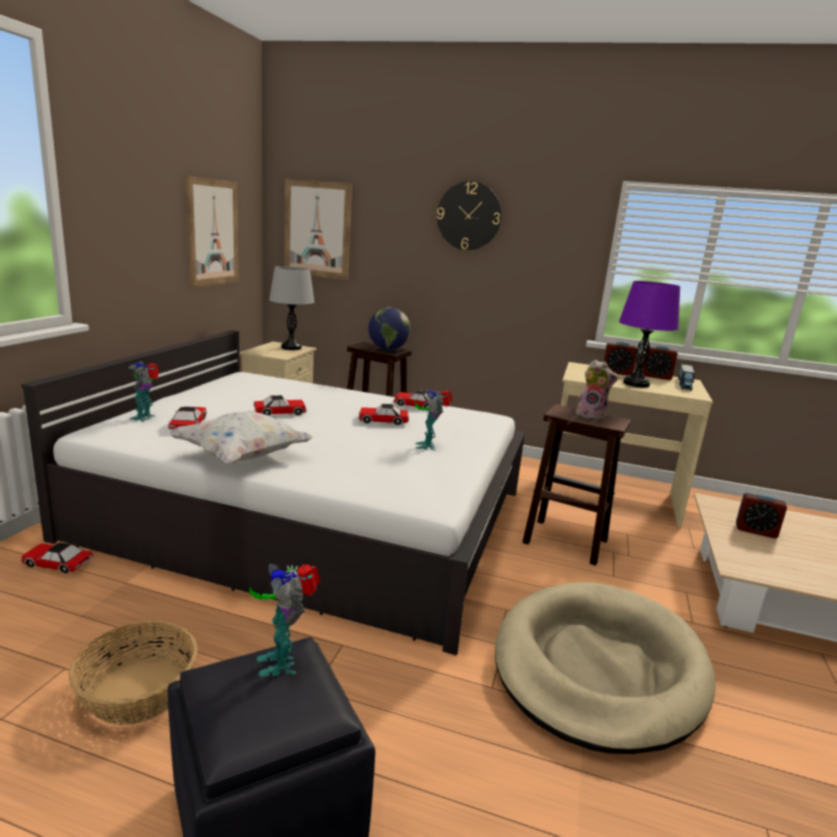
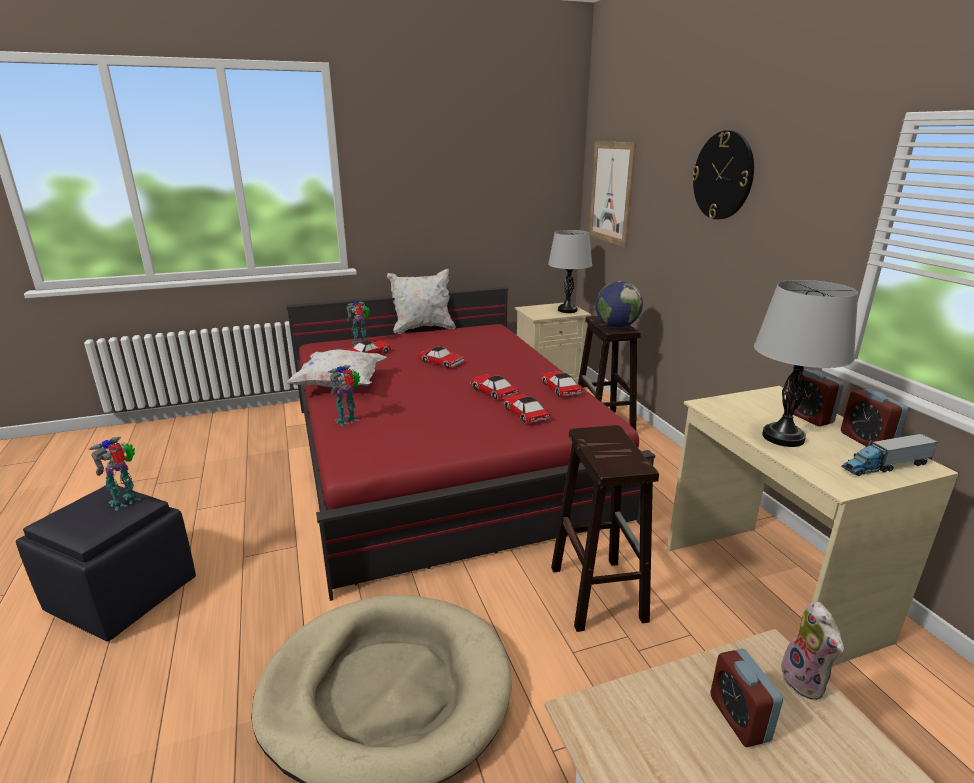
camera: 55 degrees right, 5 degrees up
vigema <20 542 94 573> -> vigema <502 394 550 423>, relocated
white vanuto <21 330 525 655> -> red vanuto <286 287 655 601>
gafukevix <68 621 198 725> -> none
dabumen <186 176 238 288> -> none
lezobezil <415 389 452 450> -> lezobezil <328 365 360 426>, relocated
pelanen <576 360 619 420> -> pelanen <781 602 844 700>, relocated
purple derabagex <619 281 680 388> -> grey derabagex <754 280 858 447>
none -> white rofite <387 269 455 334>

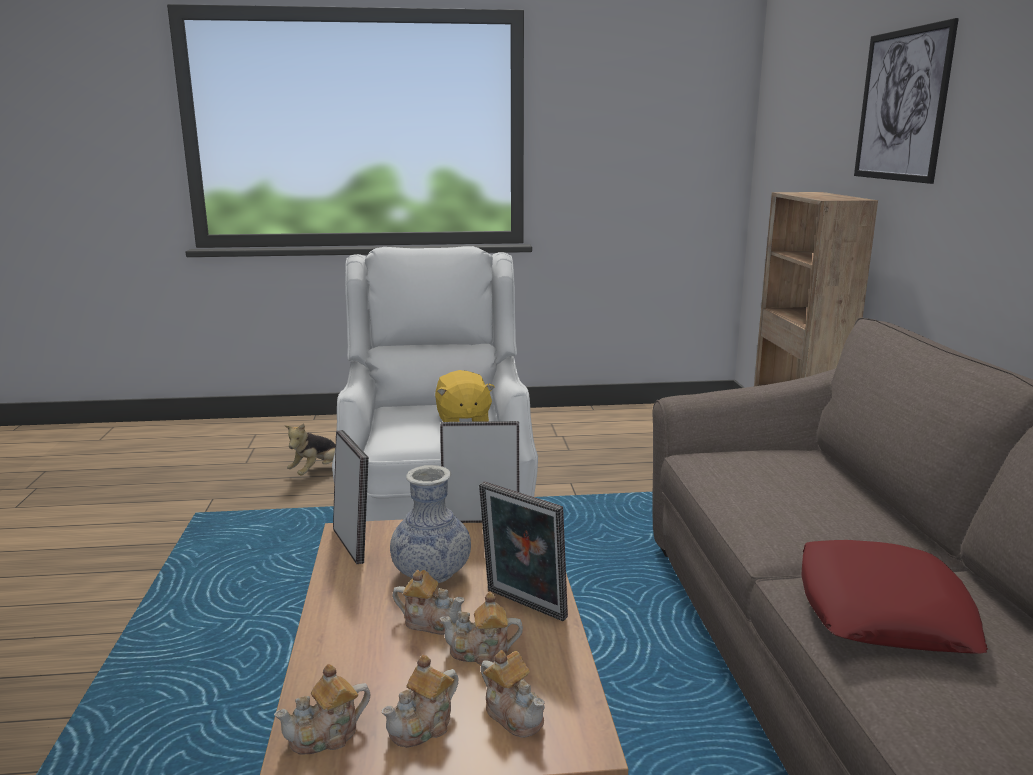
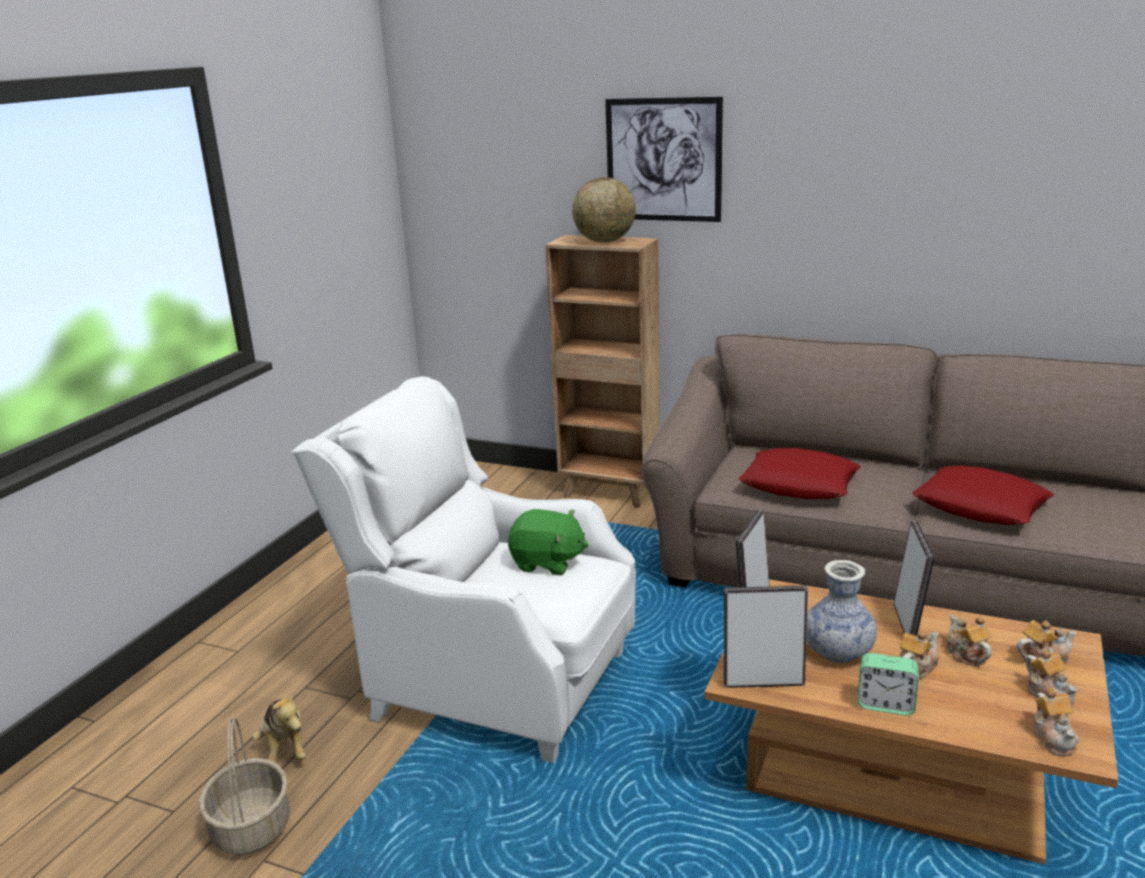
camera: 60 degrees left, 5 degrees up
yellow pelanen <435 370 495 422> -> green pelanen <508 509 588 575>
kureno <440 592 523 665> -> kureno <946 615 992 666>, 135 degrees clockwise
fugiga <479 481 568 621> -> fugiga <893 520 935 636>, 60 degrees counterclockwise
none -> gafukevix <199 718 290 855>
none -> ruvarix <572 177 636 242>
none -> red rofite <739 448 861 499>
none -> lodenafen <858 653 919 716>

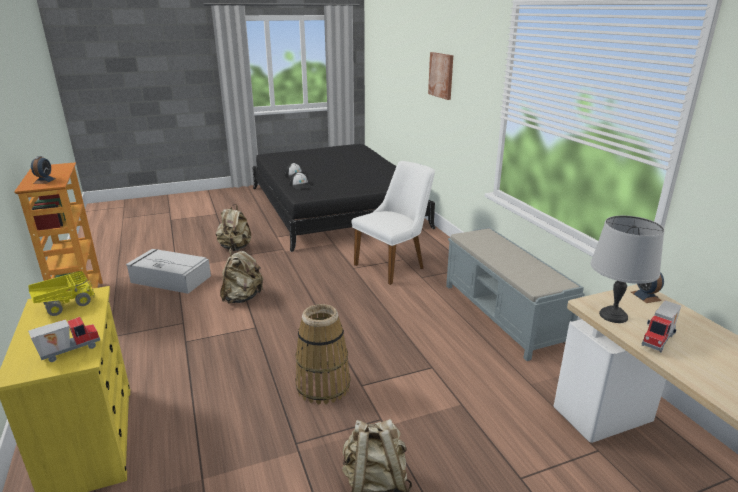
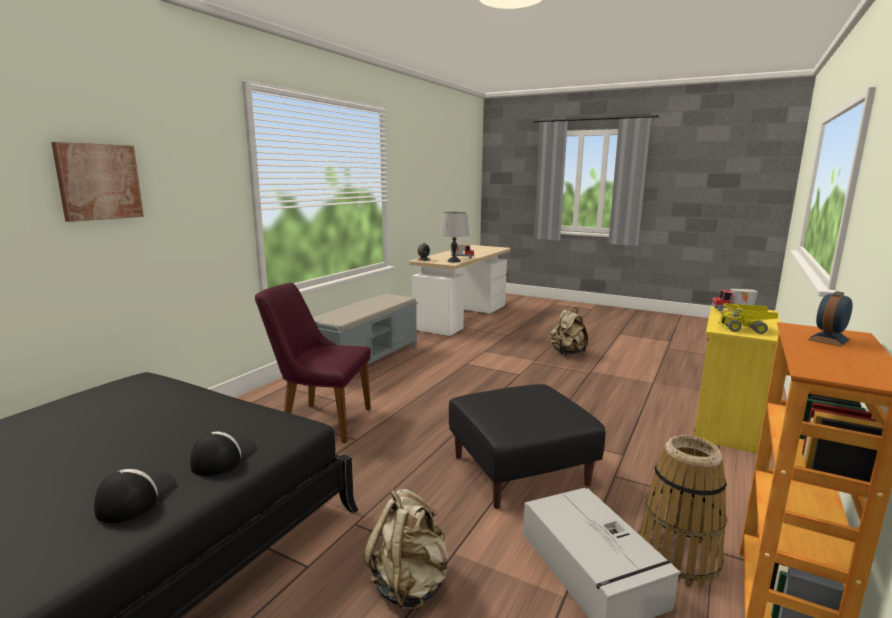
camera: 130 degrees left, 10 degrees down
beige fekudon <220 248 264 304> -> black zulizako <449 384 606 509>
gafukevix <295 304 350 405> -> gafukevix <638 435 727 587>, relocated
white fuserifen <351 161 435 285> -> purple fuserifen <255 283 371 443>

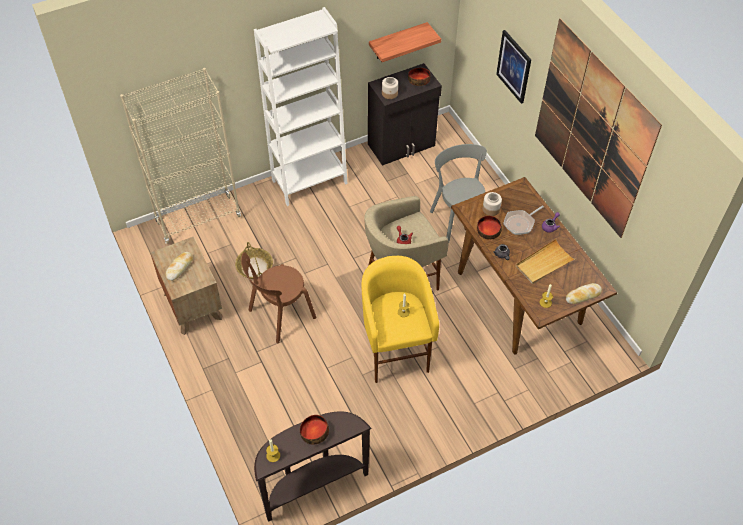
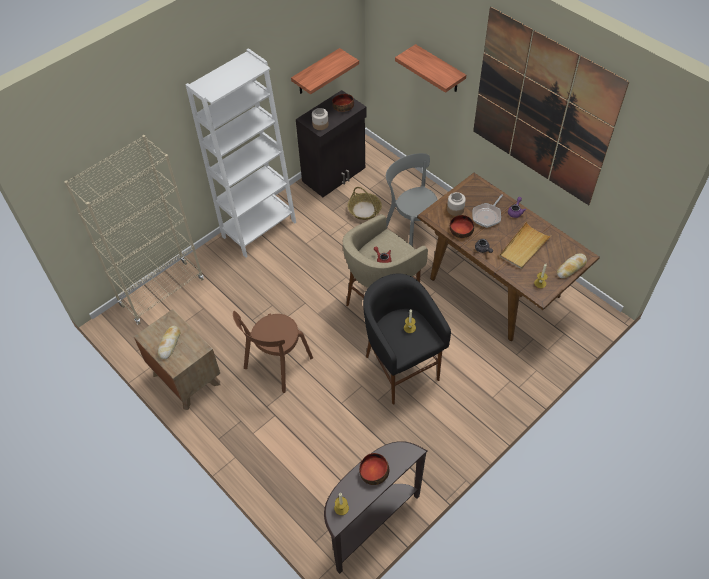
camera: 15 degrees left, 0 degrees up
gafukevix <235 242 273 279> -> gafukevix <347 187 382 220>, relocated
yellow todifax <361 256 439 383> -> black todifax <363 274 451 404>
dabumen <496 30 531 104> -> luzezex <395 44 466 93>

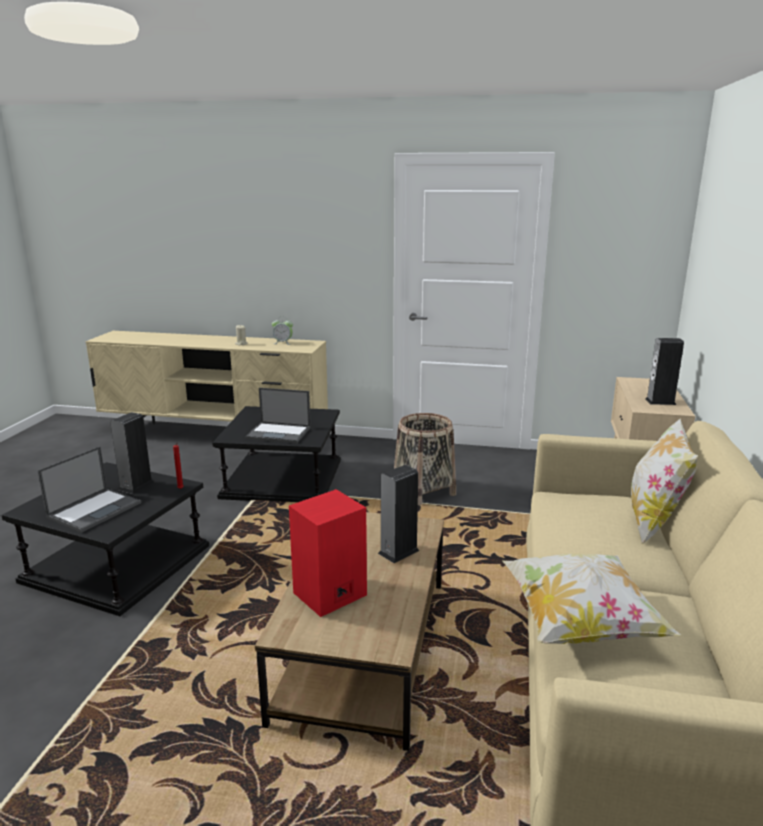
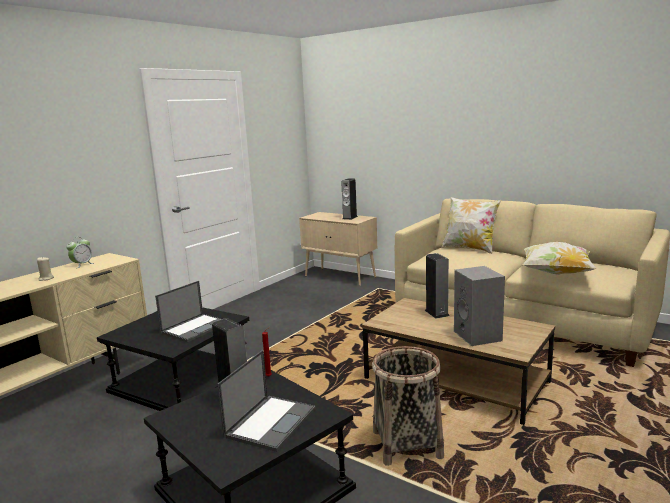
camera: 65 degrees left, 5 degrees down
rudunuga <37 446 141 533> -> rudunuga <217 350 316 452>, 60 degrees clockwise
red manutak <289 489 367 617> -> grey manutak <454 266 505 346>
gafukevix <394 413 456 505> -> gafukevix <372 346 444 466>, relocated

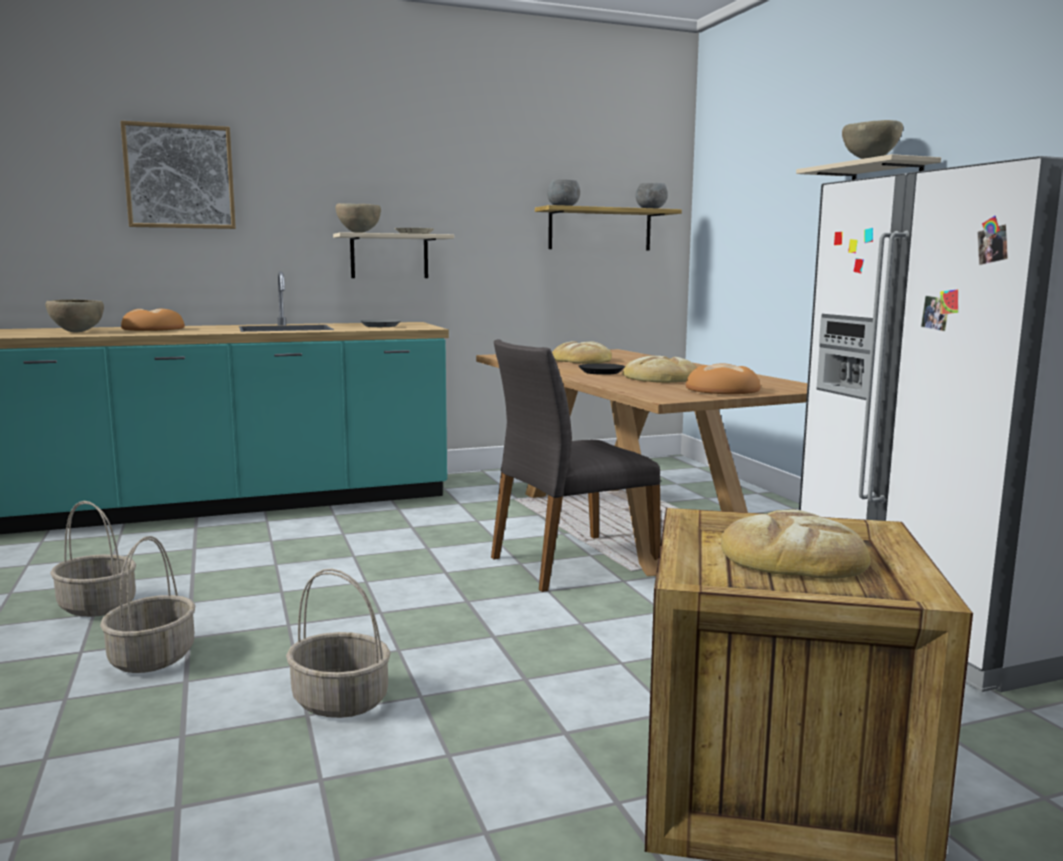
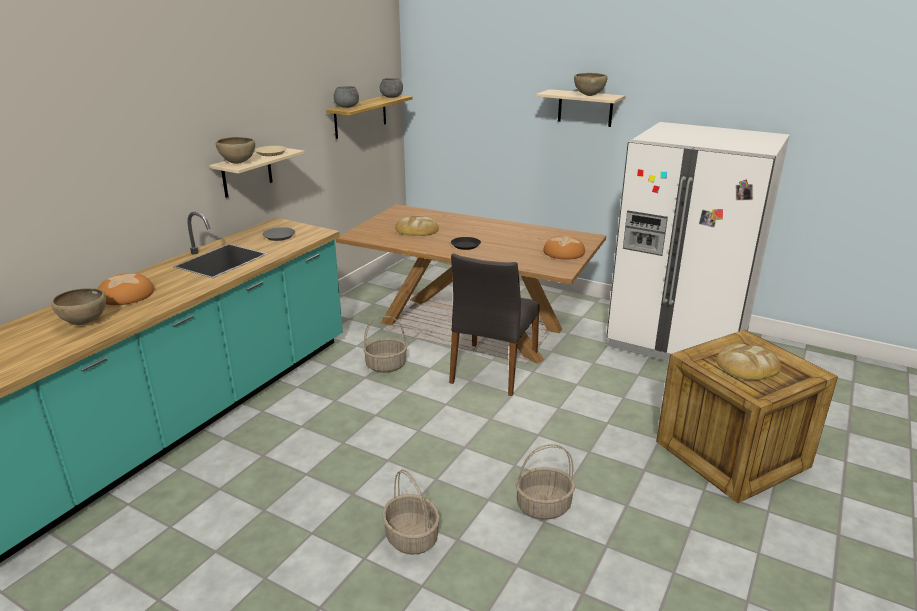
camera: 40 degrees left, 15 degrees up
gafukevix <50 501 136 617> -> gafukevix <363 316 407 373>, relocated
dabumen <120 121 236 229> -> none
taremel <623 356 697 383> -> none

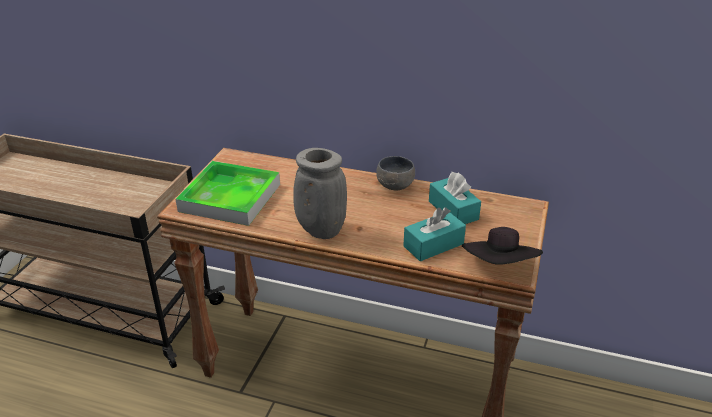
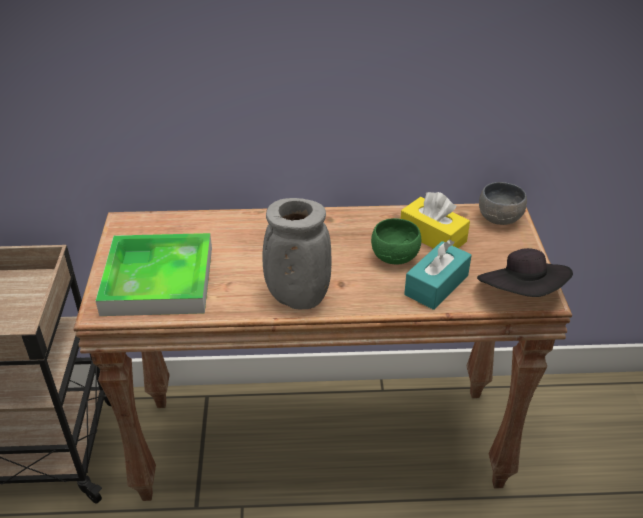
camera: 20 degrees left, 5 degrees up
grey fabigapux <376 156 415 190> -> grey fabigapux <479 182 527 225>, relocated
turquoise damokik <429 172 481 224> -> yellow damokik <401 192 470 249>
none -> green fabigapux <371 218 421 264>

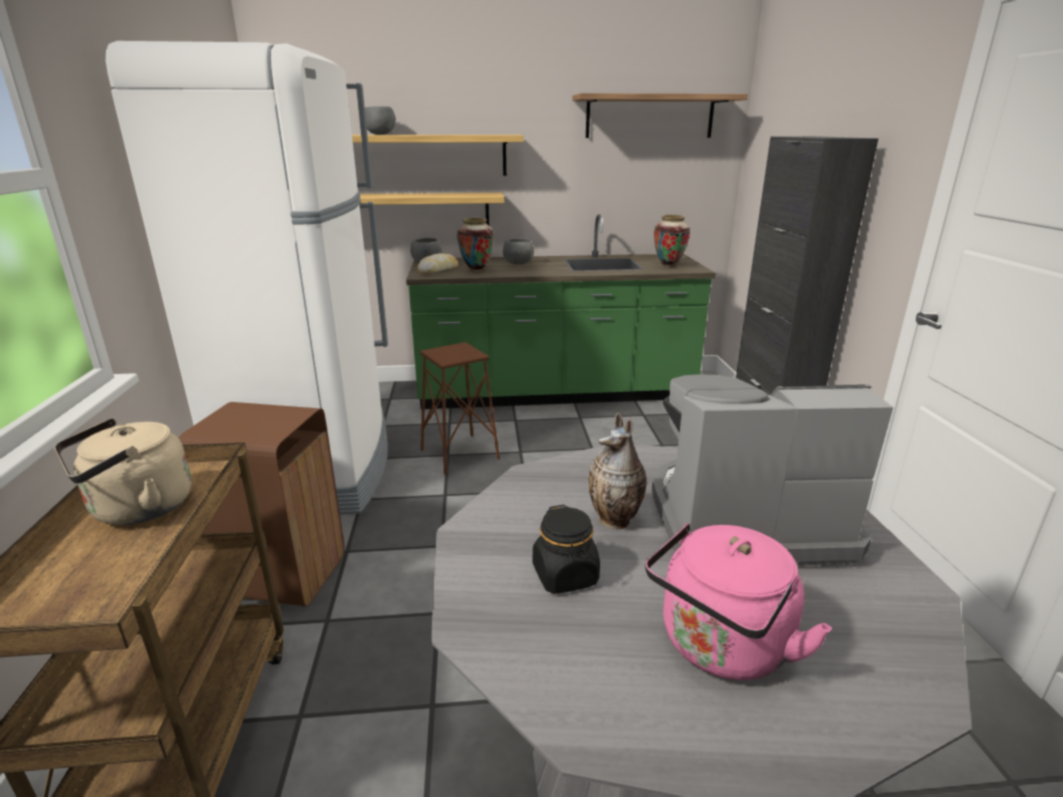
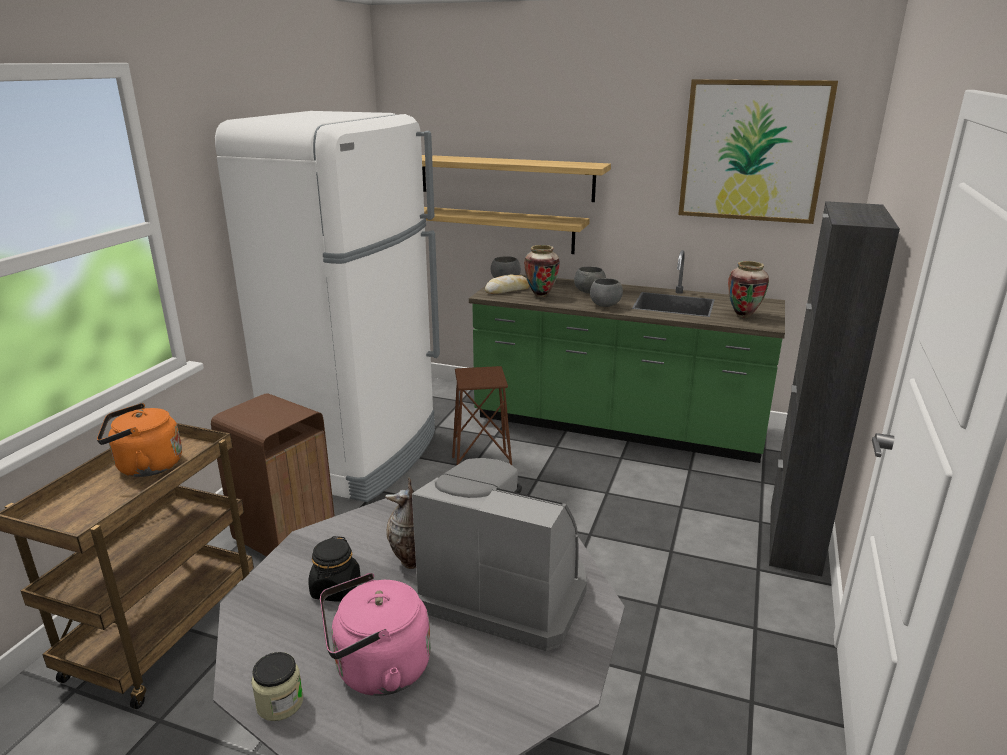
camera: 25 degrees right, 0 degrees up
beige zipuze <54 418 191 525> -> orange zipuze <97 403 182 477>
grey fabigapux <365 106 396 135> -> grey fabigapux <590 278 623 307>, relocated
luzezex <572 93 748 138> -> dabumen <678 79 838 224>
none -> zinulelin <251 652 303 721>

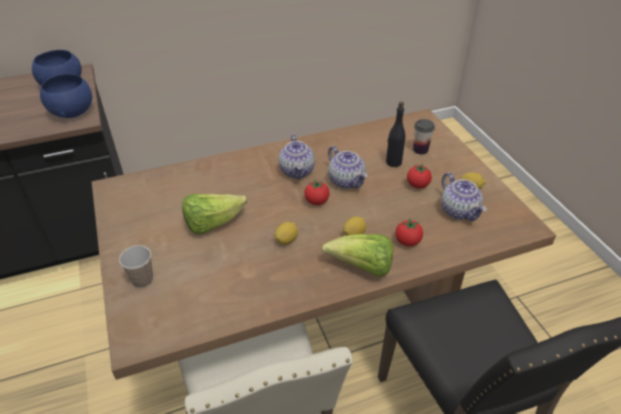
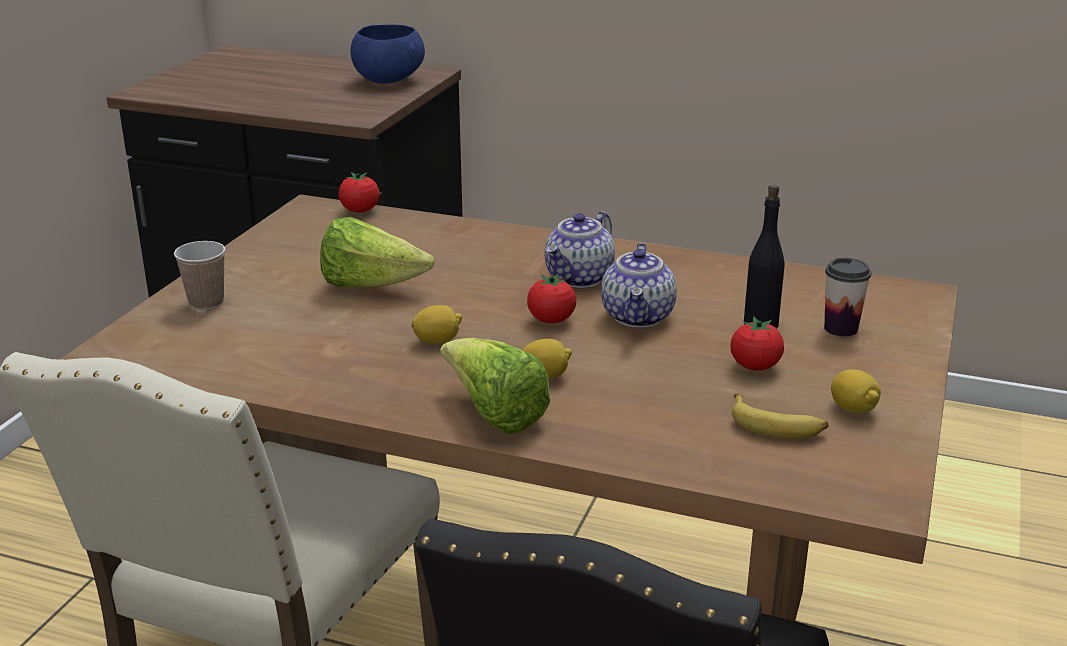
camera: 40 degrees right, 15 degrees down
blue fabigapux <40 74 92 118> -> none
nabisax <395 218 423 246> -> nabisax <338 172 380 212>, relocated
kureno <441 173 487 221> -> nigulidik <732 394 829 439>

